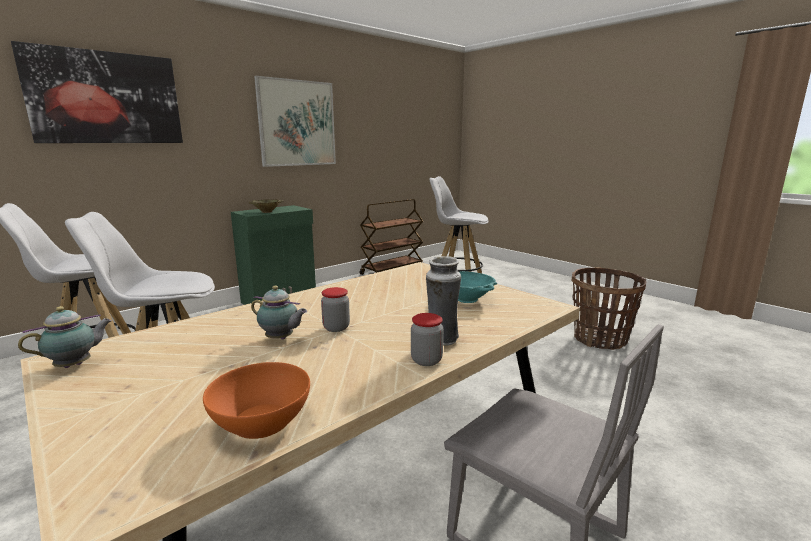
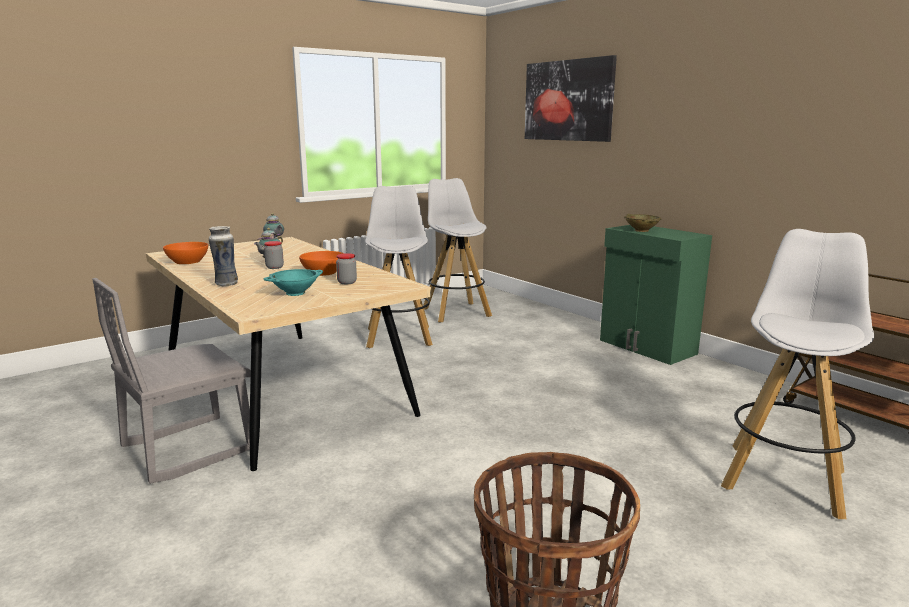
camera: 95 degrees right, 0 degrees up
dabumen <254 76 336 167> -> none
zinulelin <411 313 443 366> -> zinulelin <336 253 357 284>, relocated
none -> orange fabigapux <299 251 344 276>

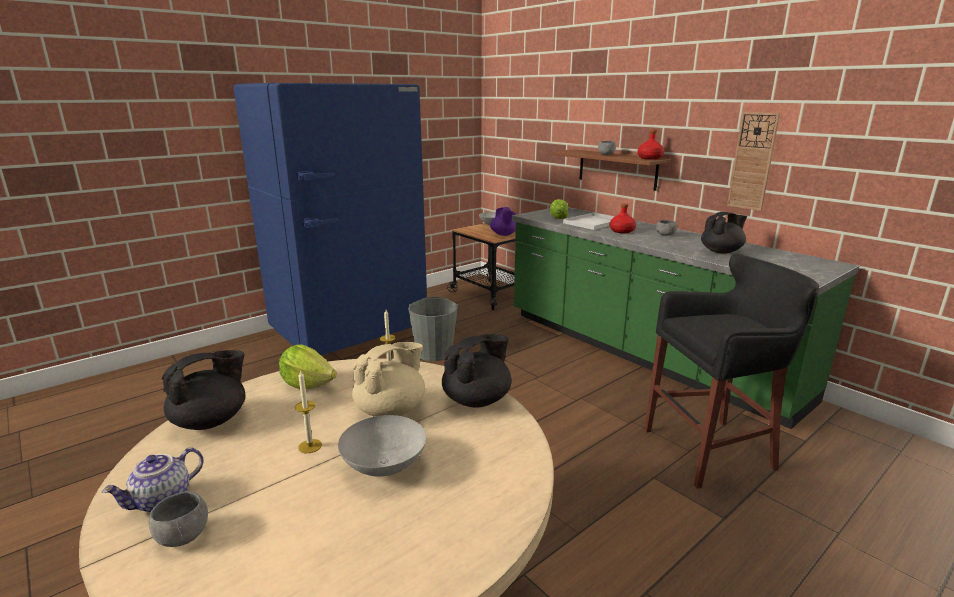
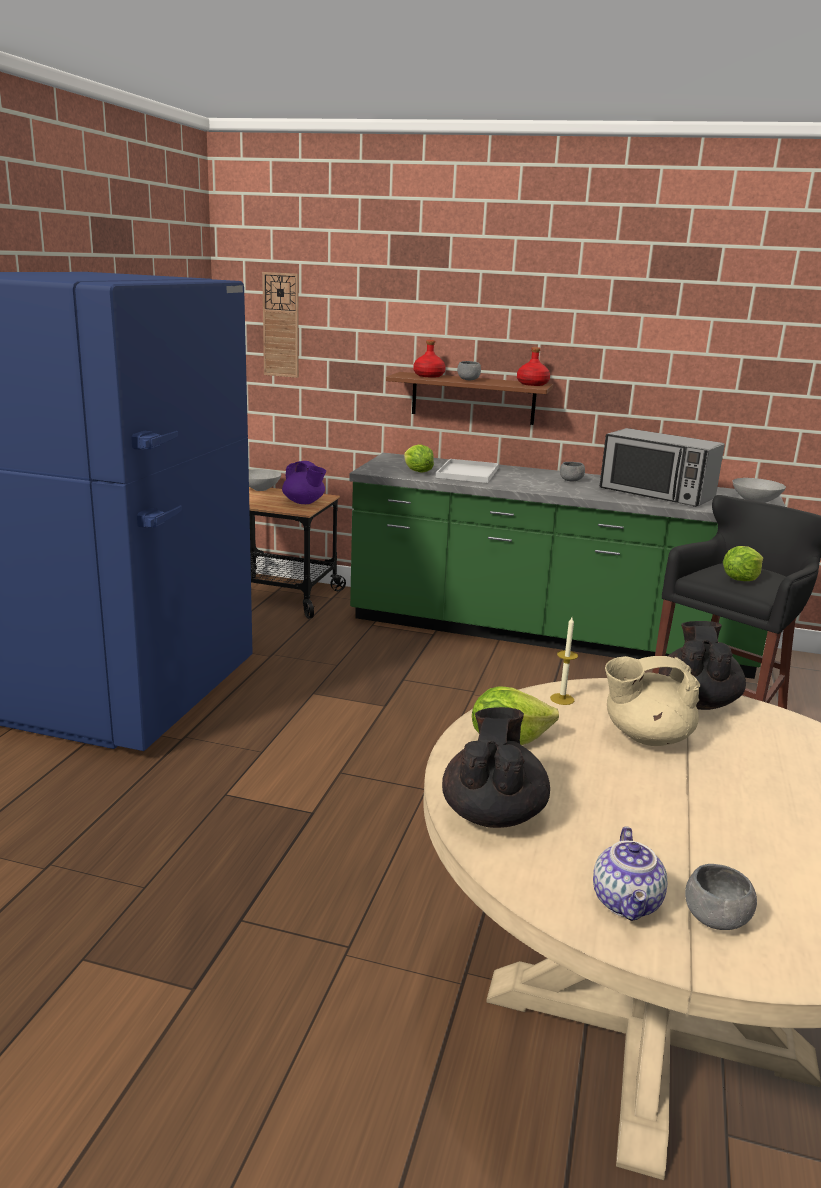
camera: 35 degrees left, 0 degrees up
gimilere <295 370 322 453> -> none
grey fabigapux <338 415 426 477> -> grey fabigapux <733 478 786 503>, relocated
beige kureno <352 342 425 417> -> beige kureno <605 656 700 746>, 105 degrees counterclockwise
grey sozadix <408 296 458 361> -> none
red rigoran <610 203 636 233> -> red rigoran <413 340 446 378>, relocated
black kureno <701 212 747 254> -> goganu <599 428 725 507>
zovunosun <727 112 780 211> -> zovunosun <262 272 299 378>, relocated
none -> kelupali <723 546 763 581>

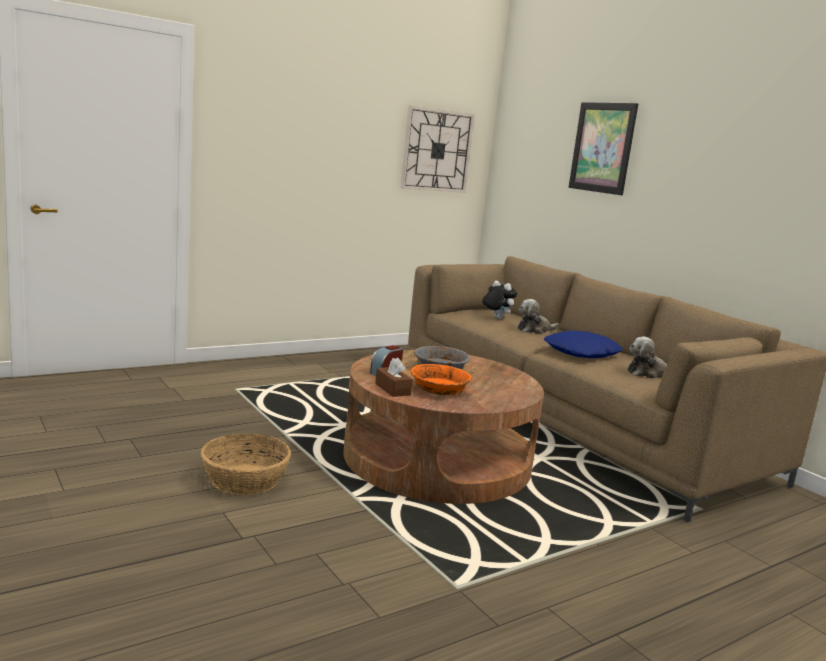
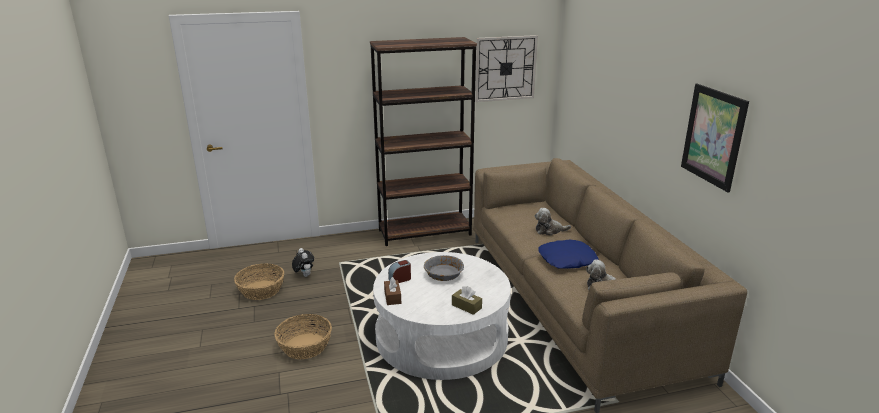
camera: 20 degrees right, 10 degrees up
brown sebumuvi <343 350 544 504> -> white sebumuvi <373 252 511 380>
orange fabigapux <410 364 472 395> -> none
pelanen <482 281 517 319> -> pelanen <292 248 314 277>, relocated
dabumen <569 102 638 195> -> dabumen <681 84 749 193>, relocated
none -> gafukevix <234 263 284 300>
none -> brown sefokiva <370 37 477 246>
none -> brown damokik <452 286 482 315>

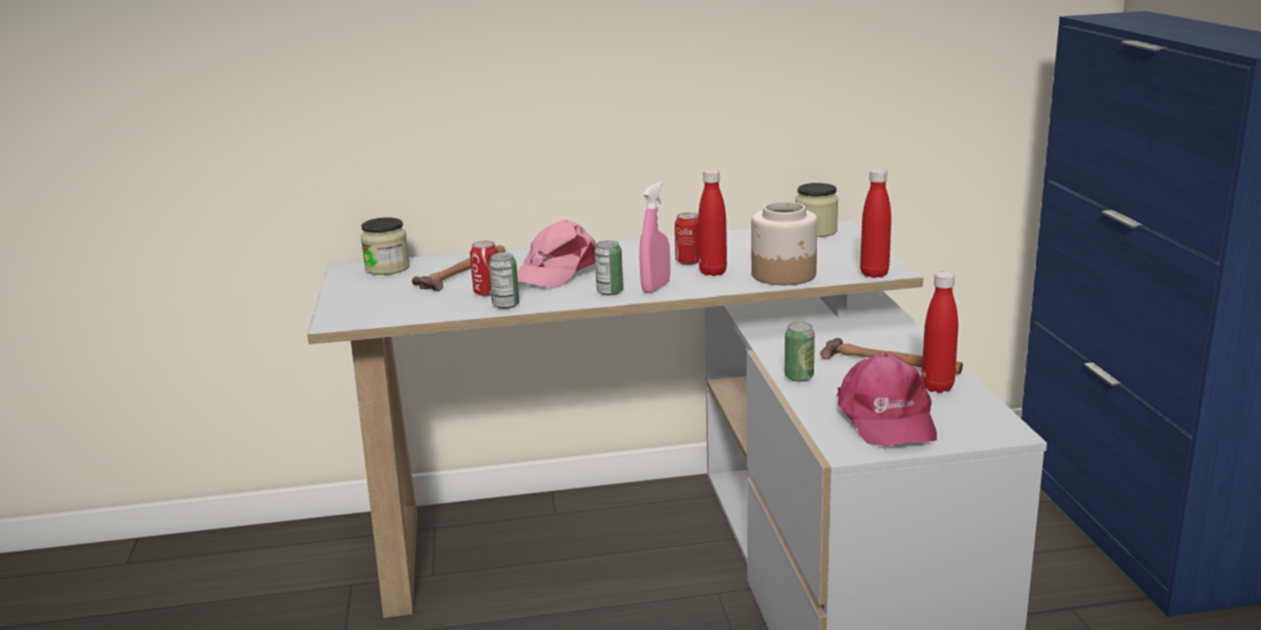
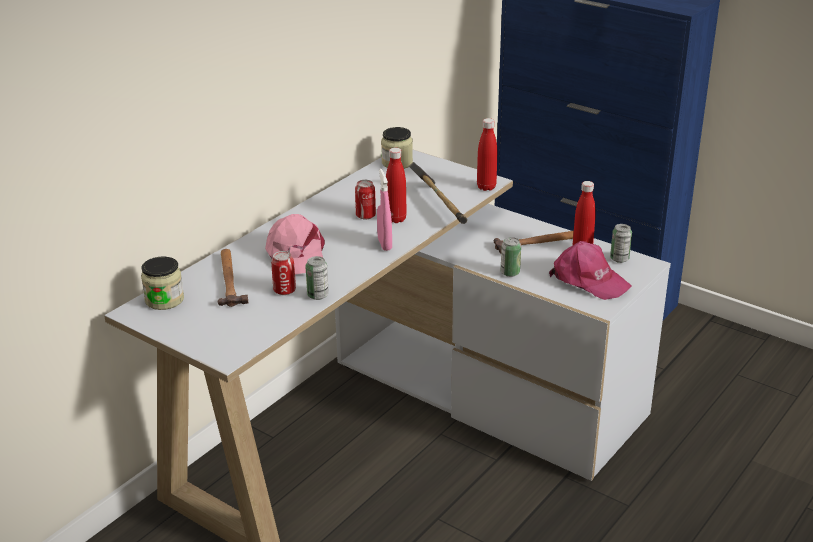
camera: 45 degrees left, 10 degrees up
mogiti <595 240 623 295> -> mogiti <610 224 632 263>, relocated
zinulelin <751 202 817 285> -> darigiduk <409 162 467 224>

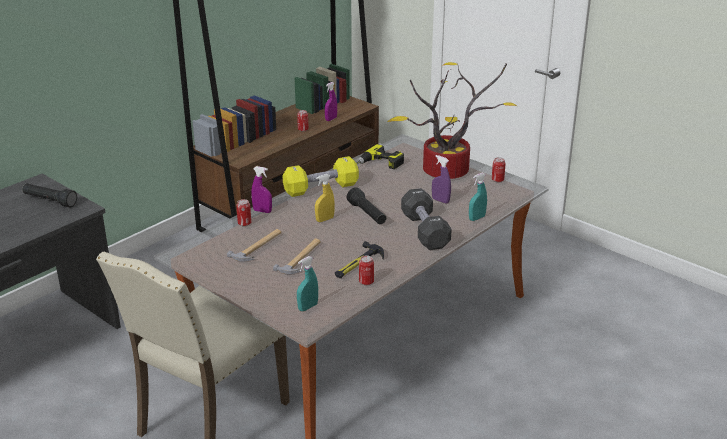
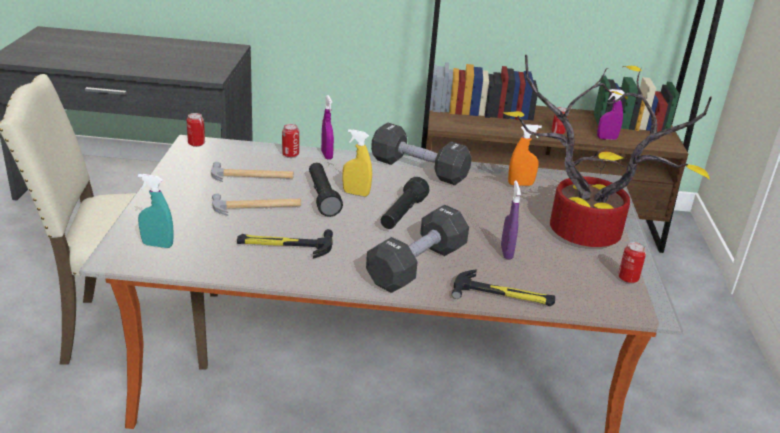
camera: 50 degrees right, 0 degrees up
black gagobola <22 183 77 208> -> black gagobola <309 162 343 217>, relocated
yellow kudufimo <283 156 359 197> -> black kudufimo <371 122 472 185>
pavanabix <357 144 404 169> -> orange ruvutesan <508 125 542 186>
mogiti <359 255 374 285> -> mogiti <187 113 205 147>, relocated
turquoise ruvutesan <469 173 487 221> -> darigiduk <452 269 555 306>

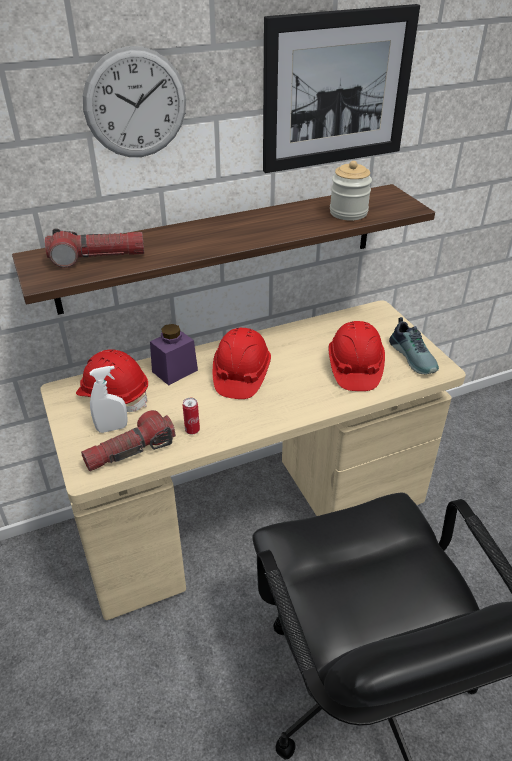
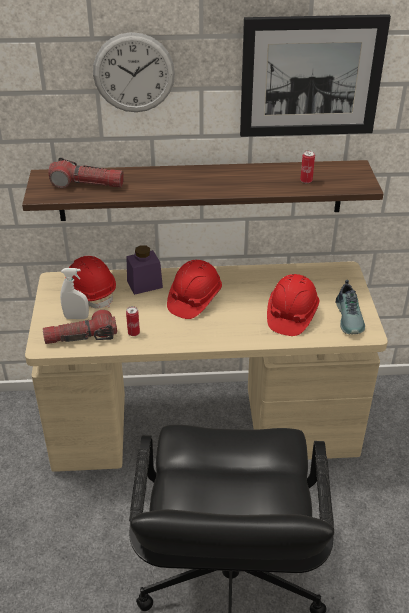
camera: 20 degrees right, 0 degrees up
zinulelin <330 161 372 220> -> mogiti <300 150 315 183>

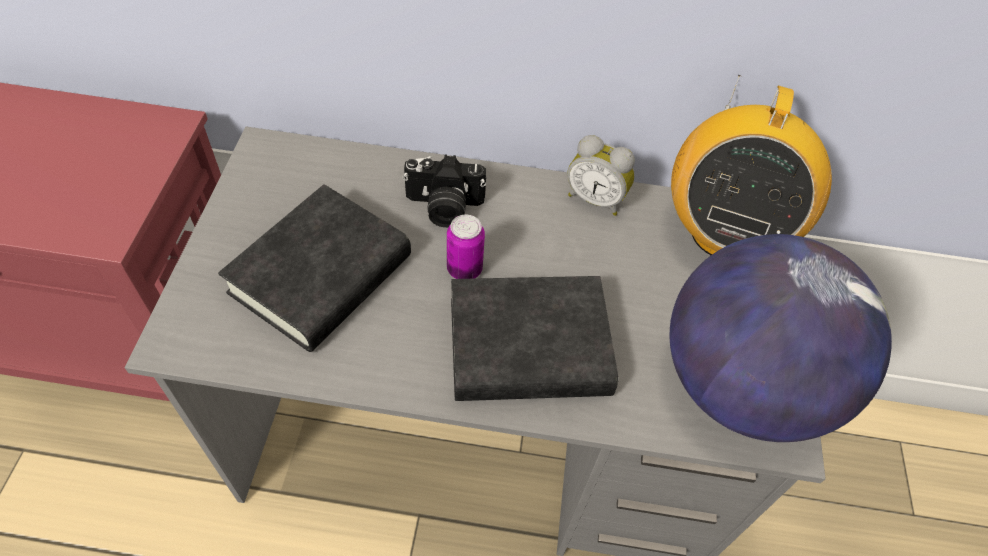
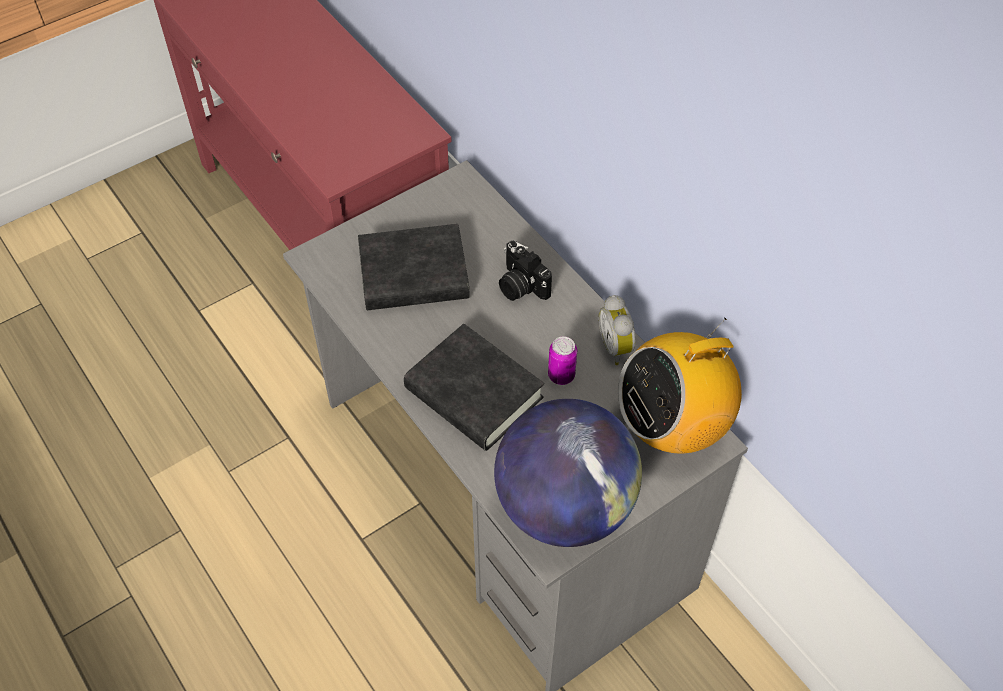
camera: 50 degrees right, 0 degrees up
mogiti <447 215 485 279> -> mogiti <548 336 577 385>, relocated

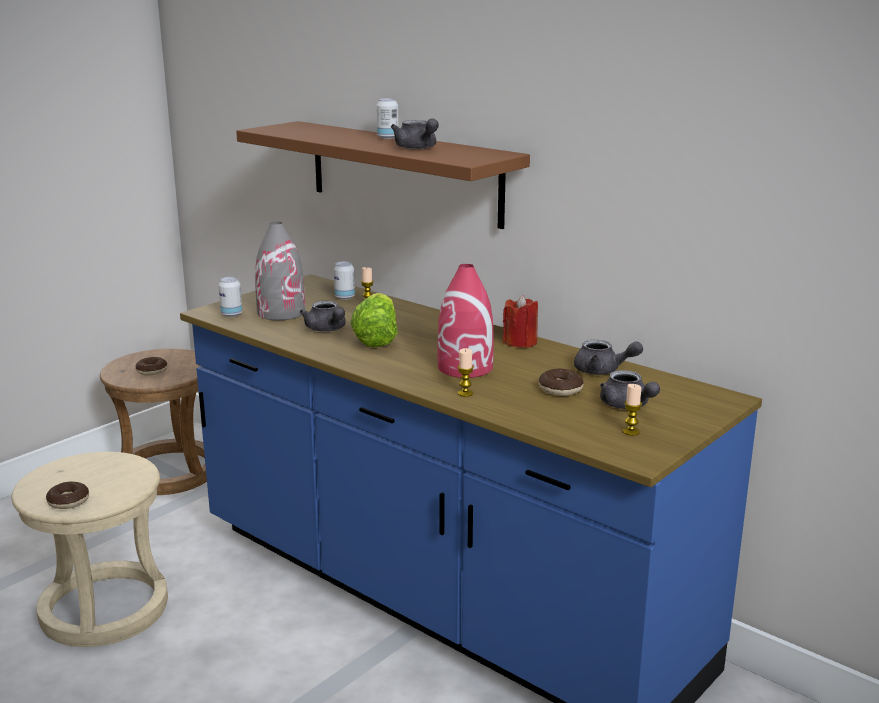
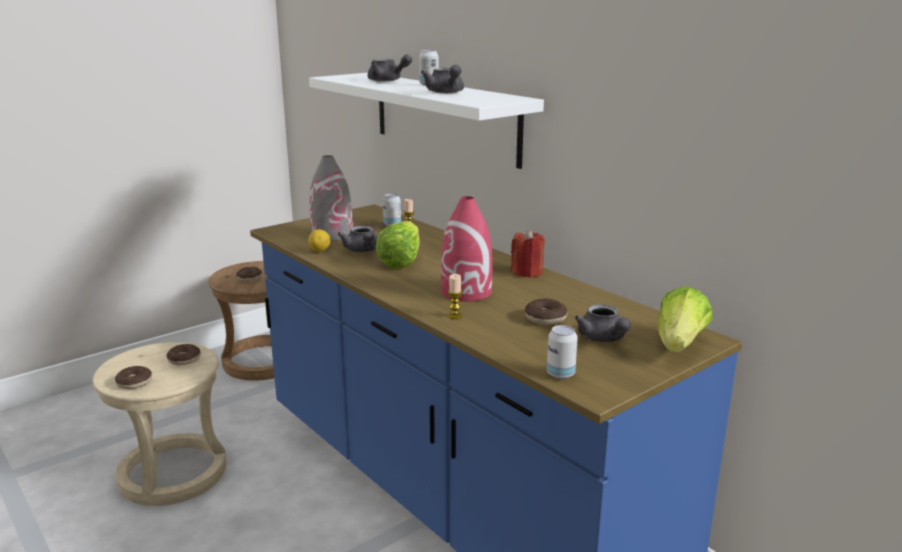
camera: 10 degrees right, 0 degrees up
mogiti <219 277 242 317> -> mogiti <547 325 578 379>, relocated
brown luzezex <236 121 530 229> -> white luzezex <309 73 544 169>
grey kureno <574 339 643 375> -> grey kureno <368 55 412 82>, relocated
gimilere <622 384 642 436> -> none
none -> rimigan <166 344 201 365>
none -> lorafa <308 229 330 252>
none -> kelupali <657 286 713 352>

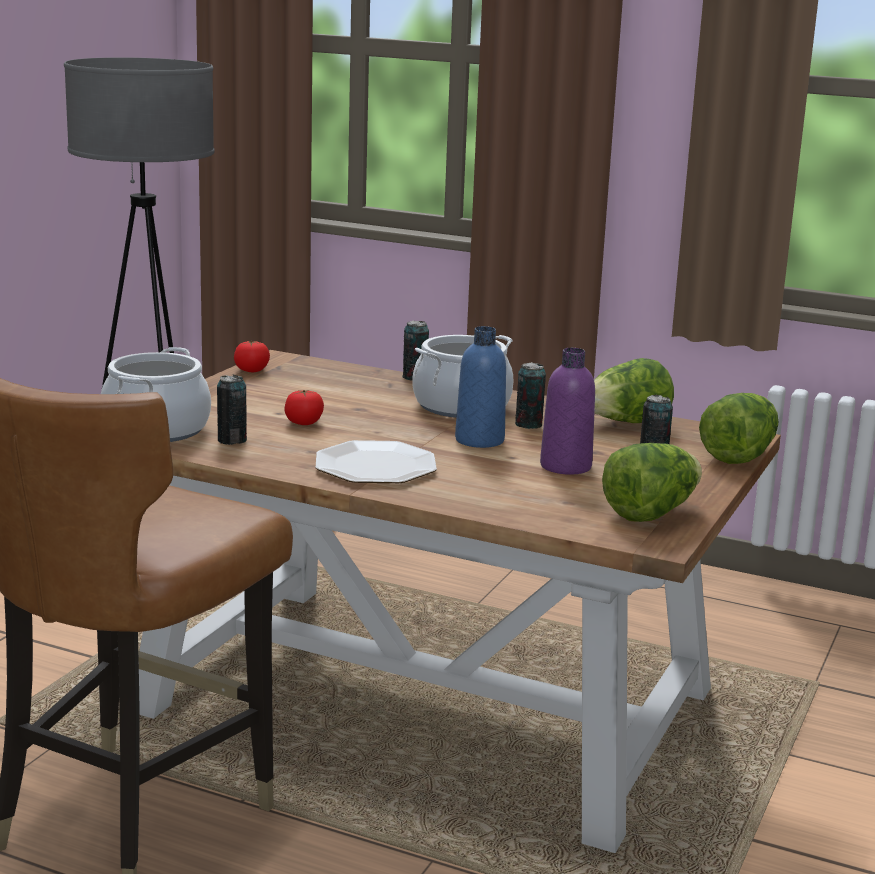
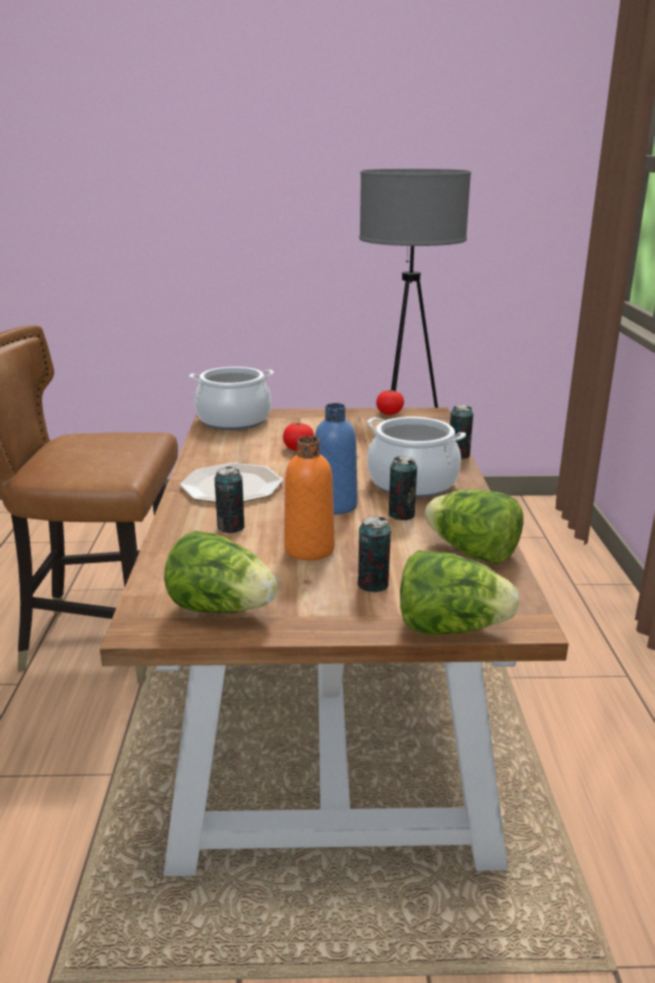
camera: 65 degrees right, 5 degrees up
mogiti <217 375 247 445> -> mogiti <215 466 245 533>, relocated
purple rigoran <540 348 595 475> -> orange rigoran <284 436 335 560>

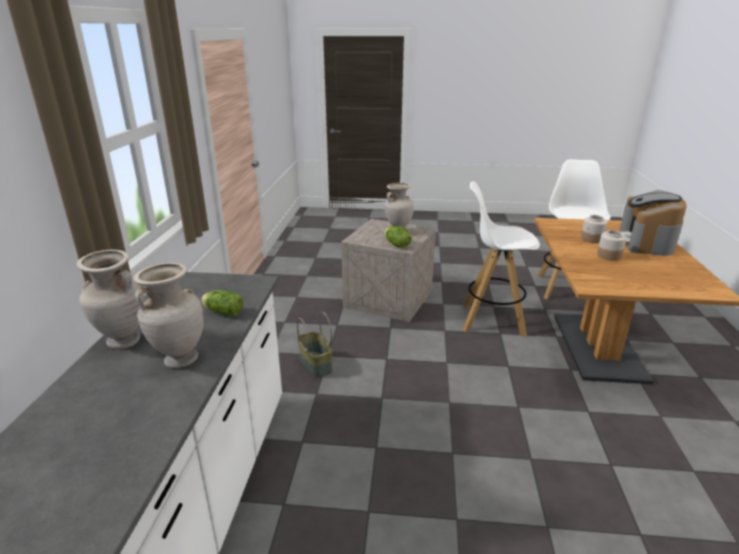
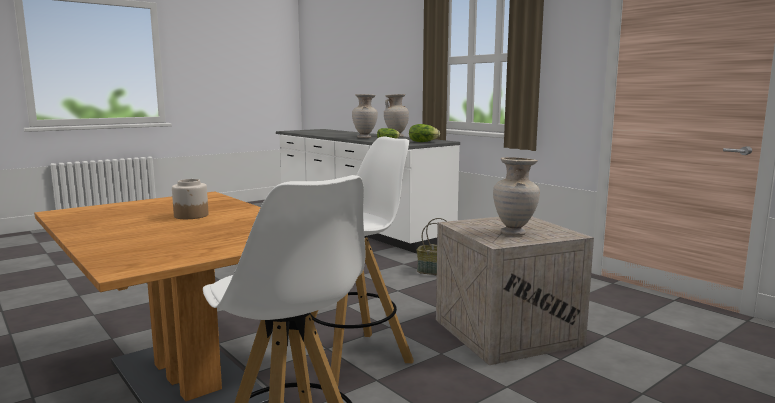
camera: 135 degrees right, 15 degrees down
kelupali <384 226 412 248> -> kelupali <409 124 440 142>, relocated
zinulelin <581 215 608 243> -> none
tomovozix <619 190 687 256> -> none

